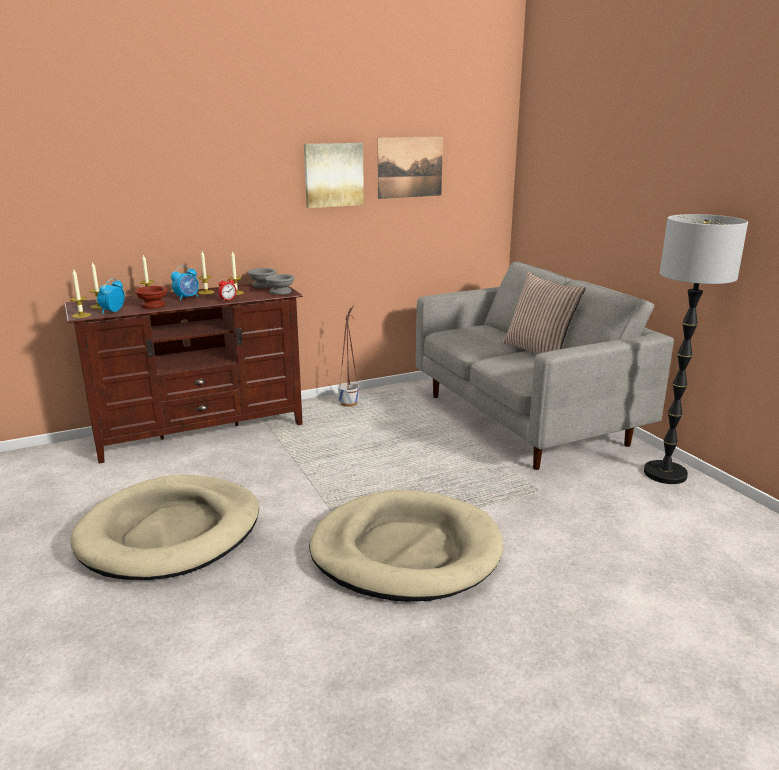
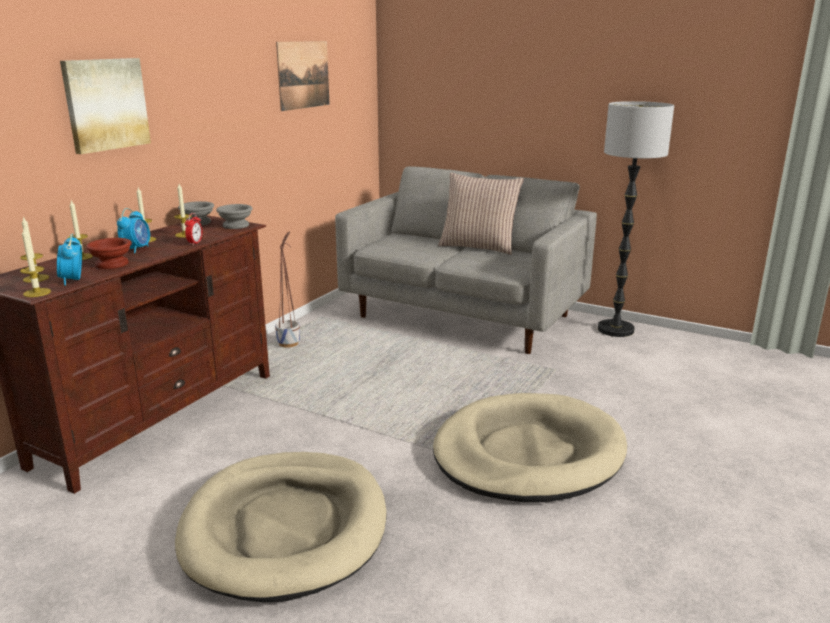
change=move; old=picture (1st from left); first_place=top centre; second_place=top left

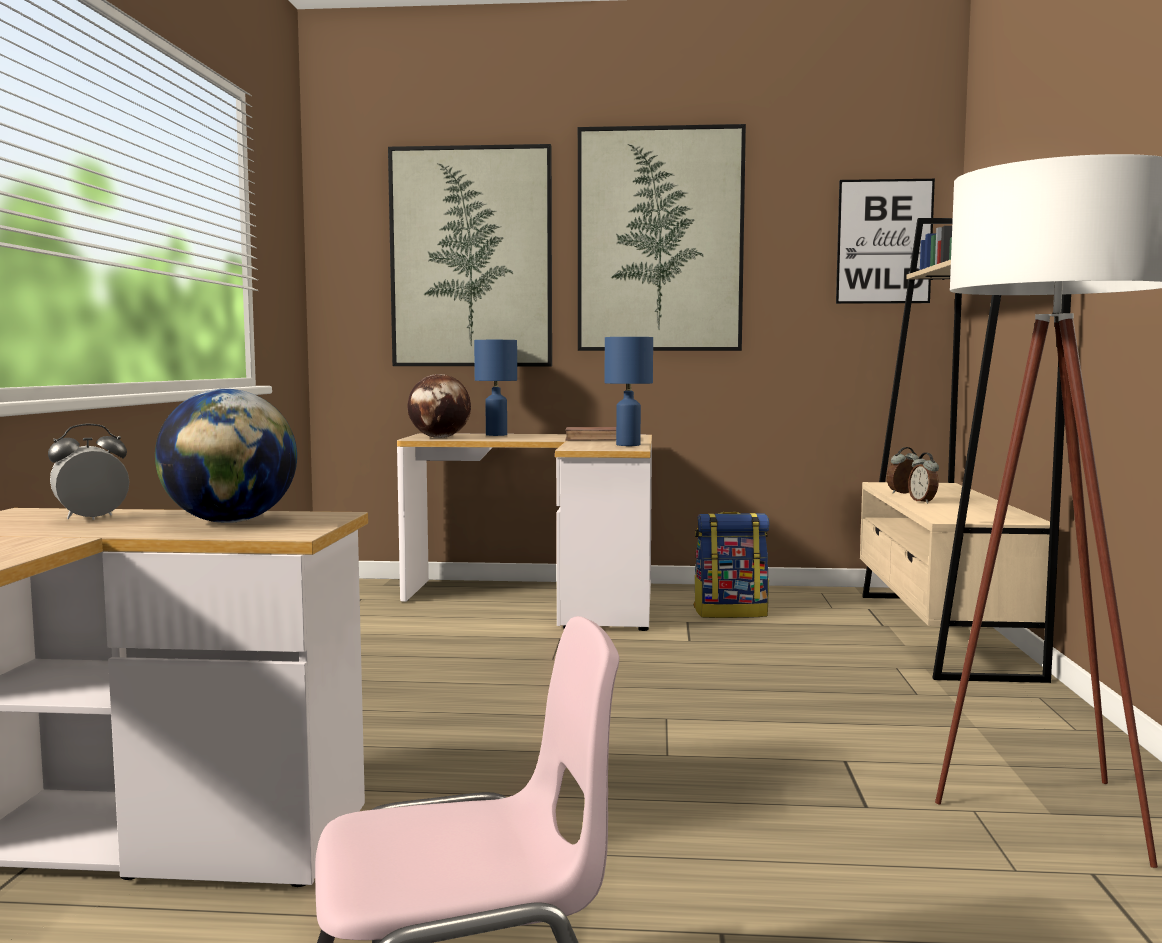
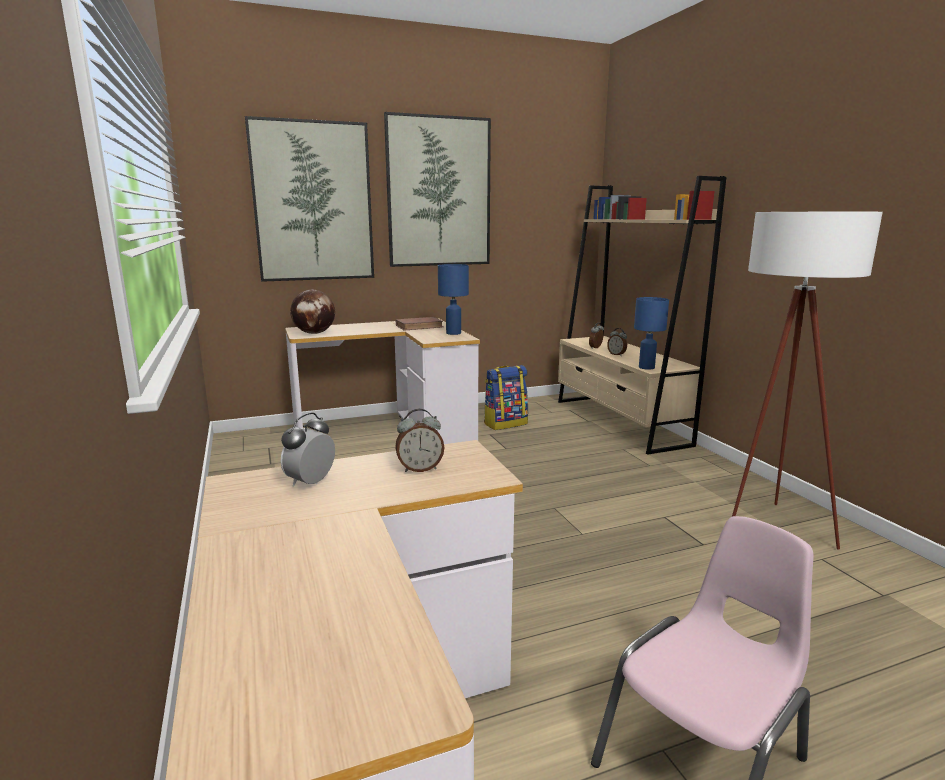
change=replace; old=globe (1st from left); new=alarm clock (2nd from left); first_place=middle left; second_place=centre
change=move; old=blue table lamp (1st from left in the first image); new=blue table lamp (2nd from left); first_place=centre; second_place=middle right
change=delete; old=picture (3rd from left); first_place=top right

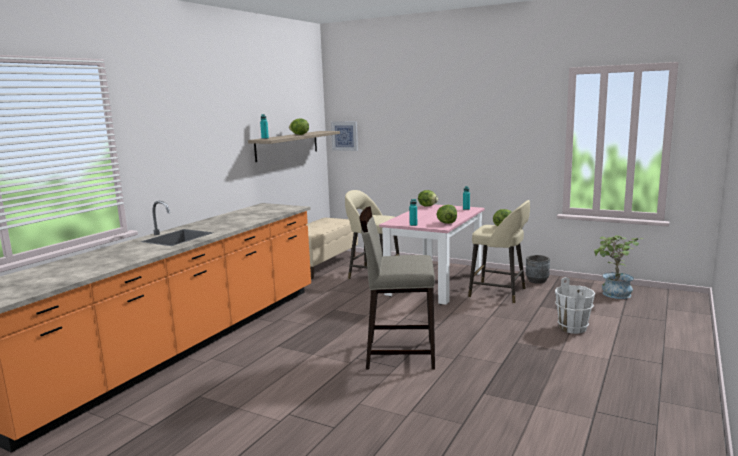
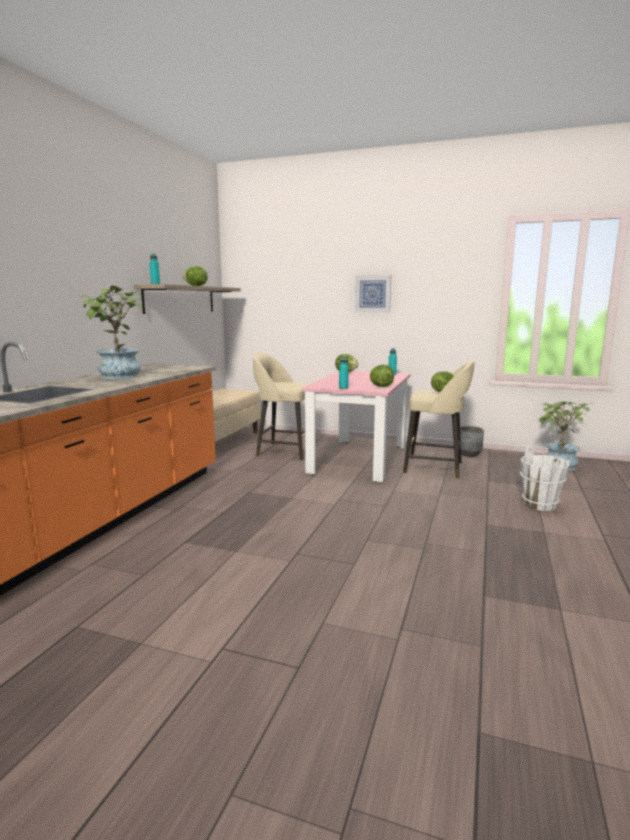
change=move; old=picture; first_place=top centre; second_place=centre
change=delete; old=beige stool (2nd from left); first_place=centre
change=insert; new=potted plant (1st from left); second_place=middle left

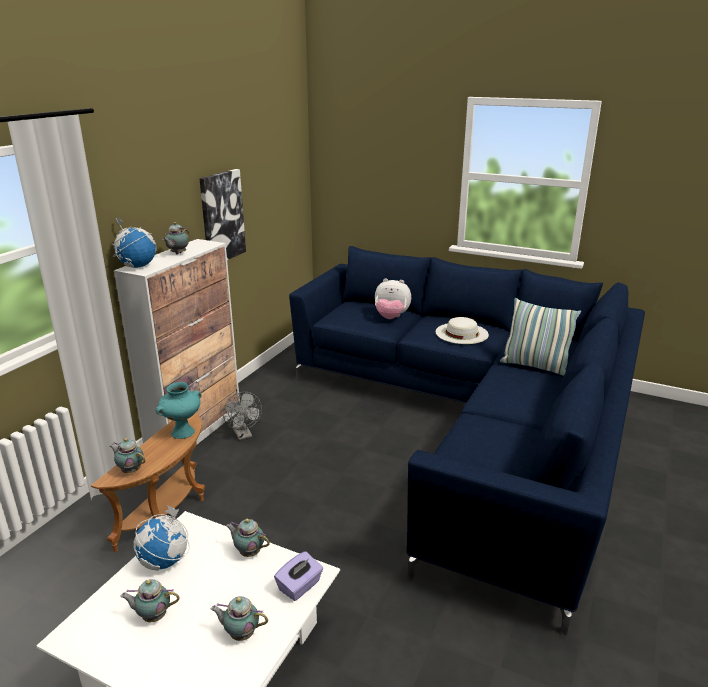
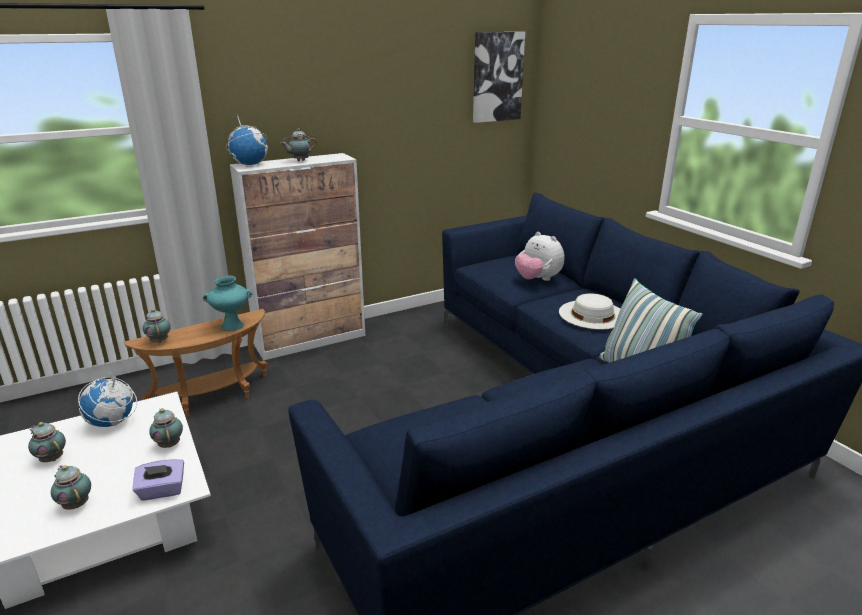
change=move; old=picture; first_place=top left; second_place=top centre
change=delete; old=grey fan; first_place=centre

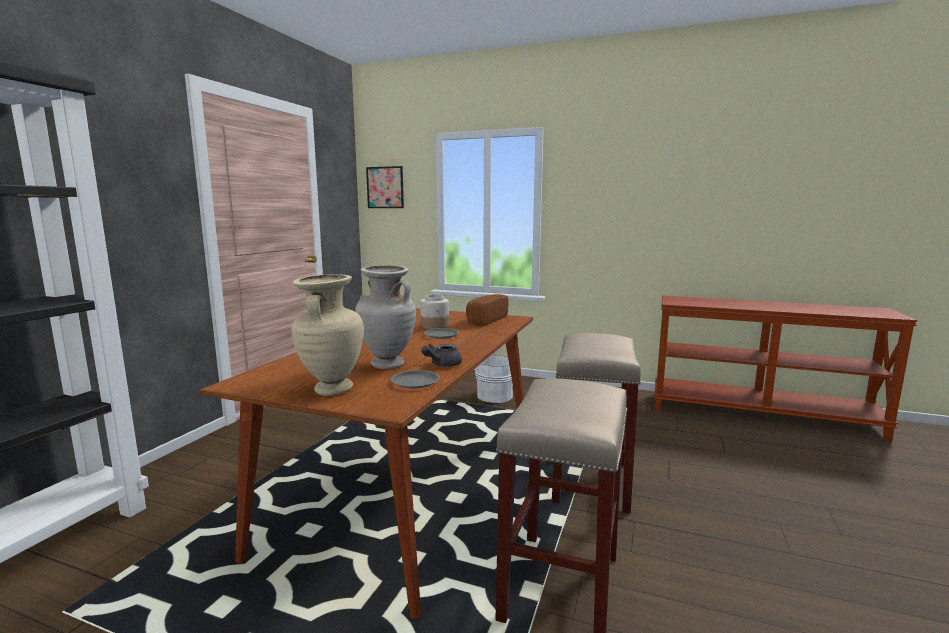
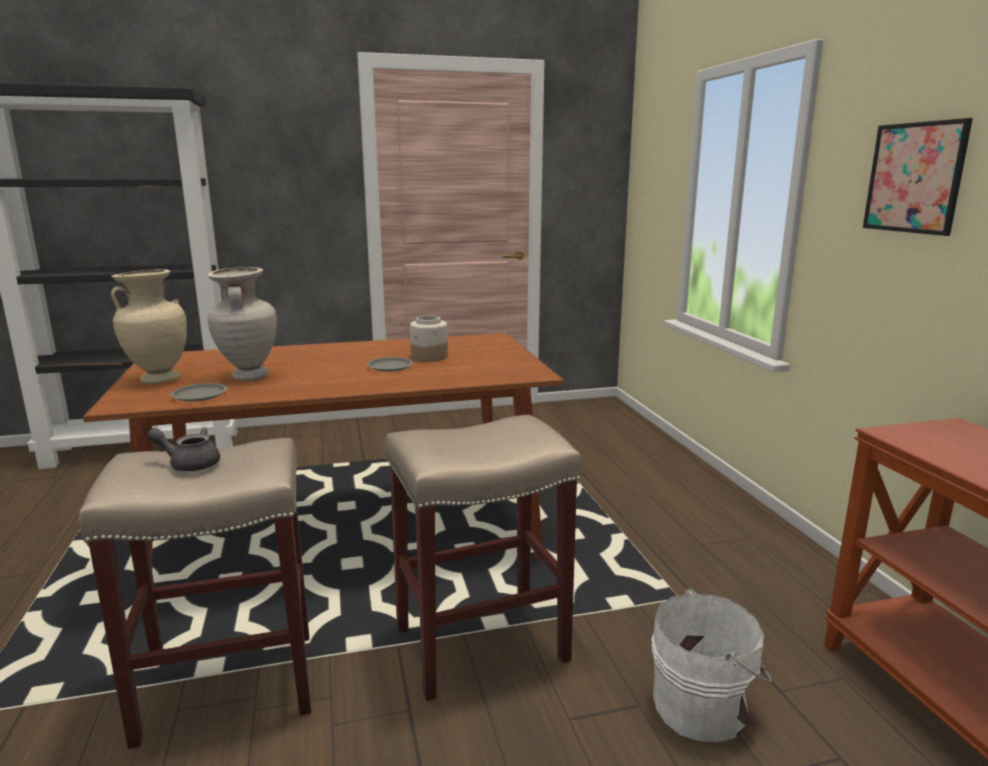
change=move; old=picture; first_place=top centre; second_place=top right
change=move; old=grey teapot; first_place=centre; second_place=middle left
change=delete; old=bread; first_place=centre
change=move; old=white bucket; first_place=centre; second_place=bottom right

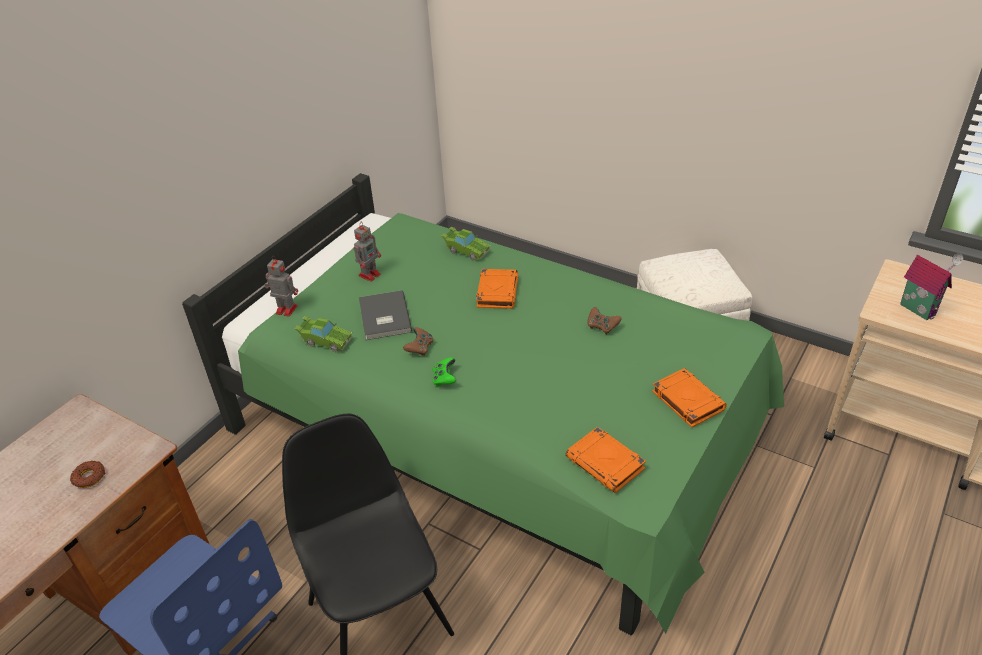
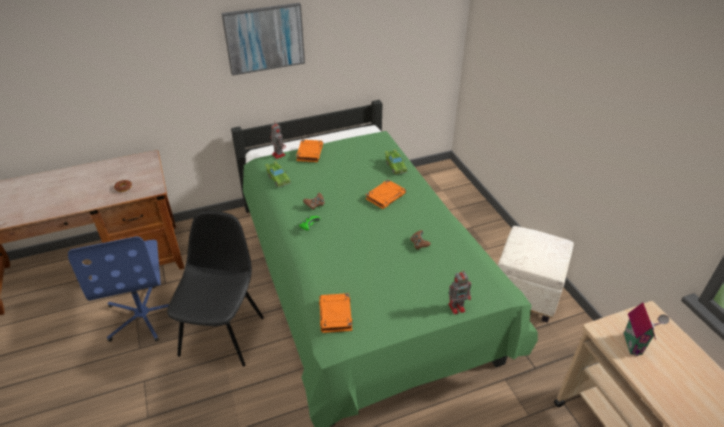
change=move; old=toy robot (2nd from left); first_place=centre; second_place=bottom centre
change=delete; old=grey book; first_place=centre
change=move; old=orange book (3rd from left in the first image); new=orange book (1st from left); first_place=middle right; second_place=centre
change=insert; new=picture; second_place=top centre

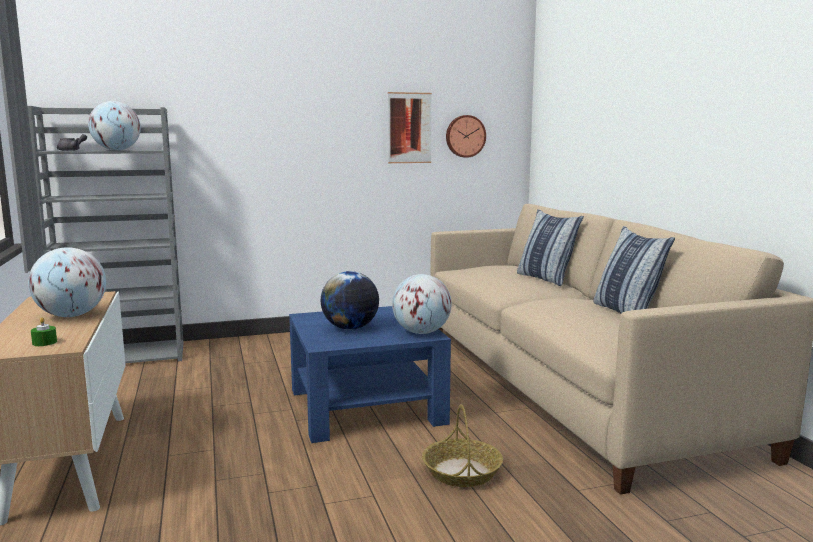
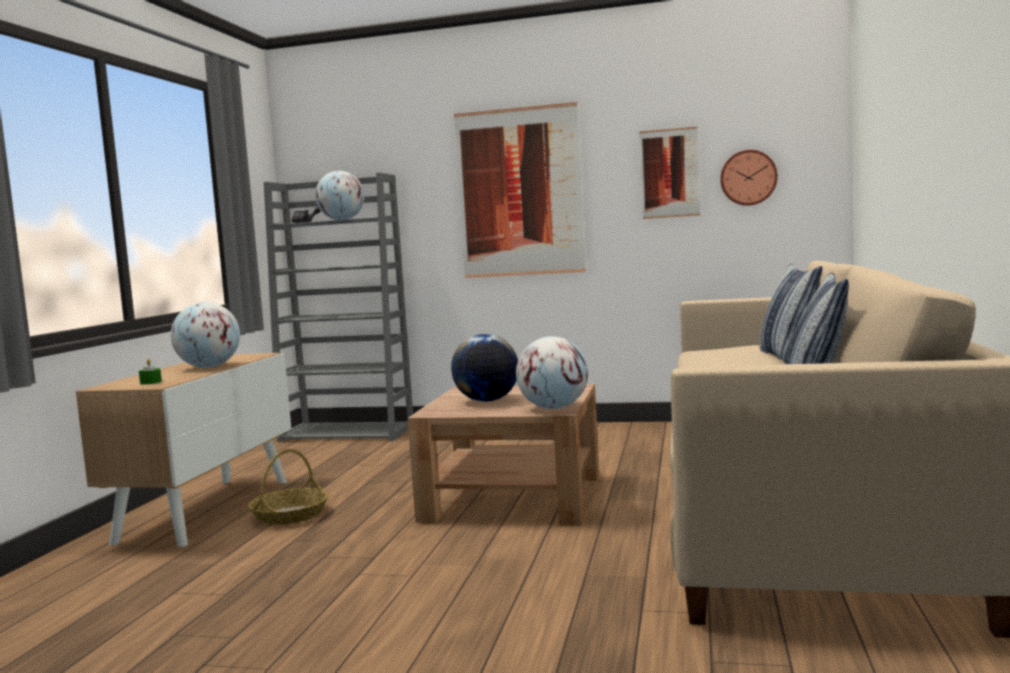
change=recolor; old=blue coffee table; new=brown coffee table; first_place=bottom centre; second_place=bottom centre
change=move; old=basket; first_place=bottom centre; second_place=bottom left
change=insert; new=picture (1st from left); second_place=top centre

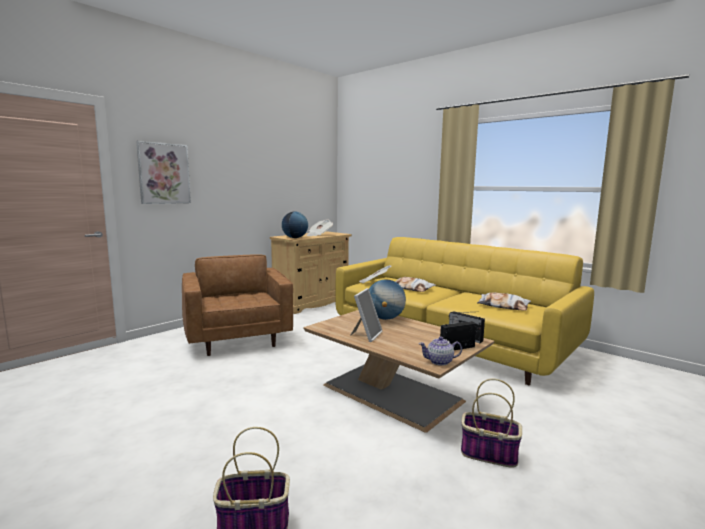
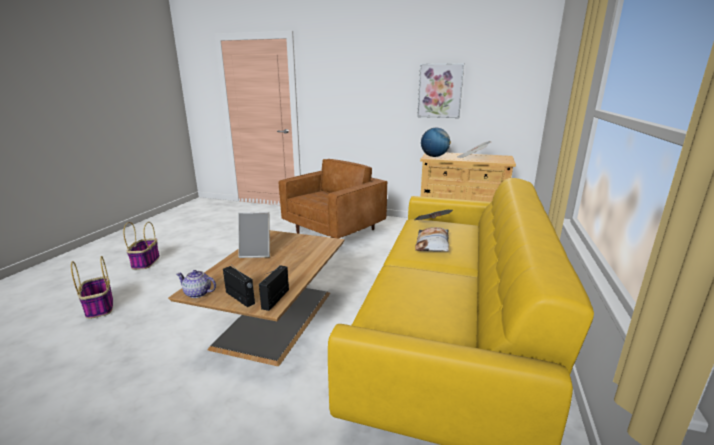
change=move; old=picture; first_place=top left; second_place=top centre
change=delete; old=globe (2nd from left); first_place=centre
change=rotate; old=teapot; first_place=centre; second_place=middle left; degrees=-45
change=move; old=basket (2nd from left); first_place=bottom right; second_place=middle left
change=delete; old=pillow (2nd from left); first_place=middle right

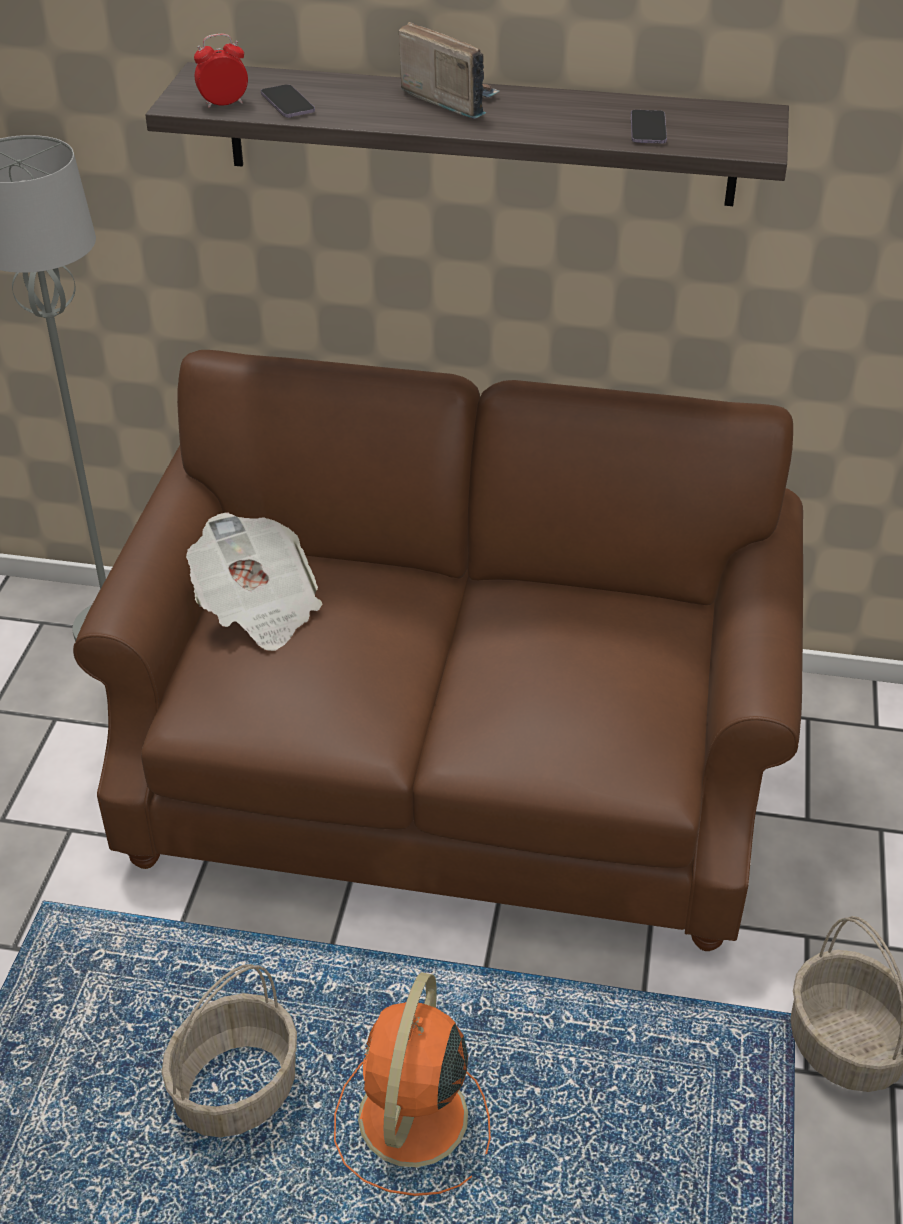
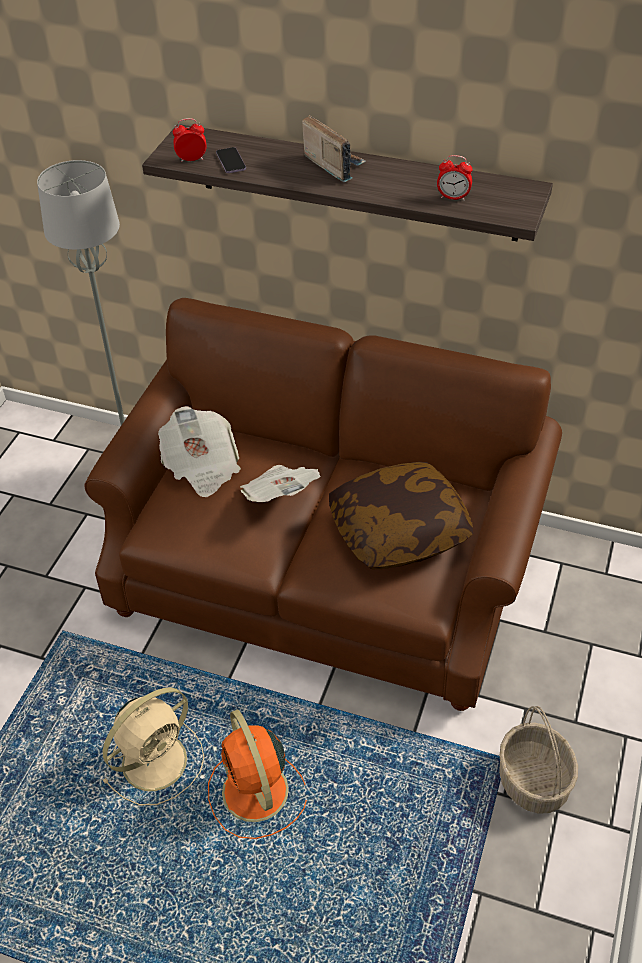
change=replace; old=basket (1st from left); new=beige fan; first_place=bottom left; second_place=bottom left
change=rotate; old=orange fan; first_place=bottom centre; second_place=bottom centre; degrees=-45
change=replace; old=phone (2nd from left); new=alarm clock (2nd from left); first_place=top right; second_place=top right
change=insert; new=newspaper (2nd from left); second_place=centre
change=insert; new=pillow; second_place=centre

